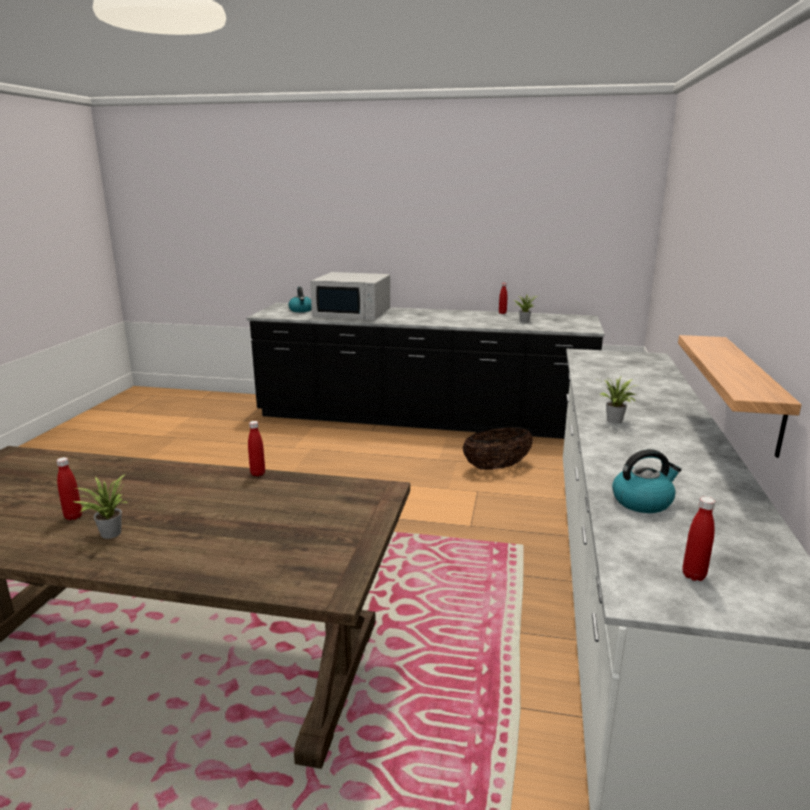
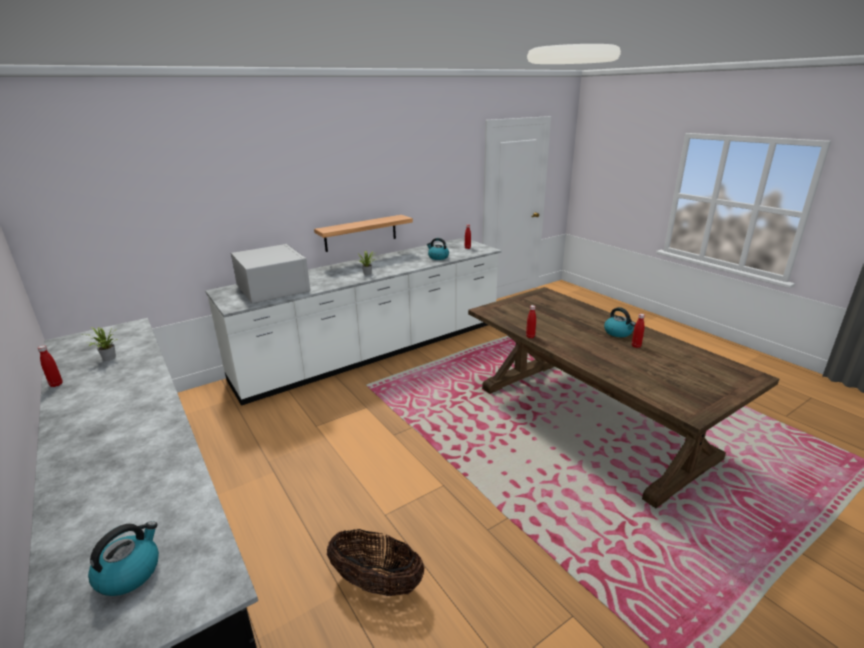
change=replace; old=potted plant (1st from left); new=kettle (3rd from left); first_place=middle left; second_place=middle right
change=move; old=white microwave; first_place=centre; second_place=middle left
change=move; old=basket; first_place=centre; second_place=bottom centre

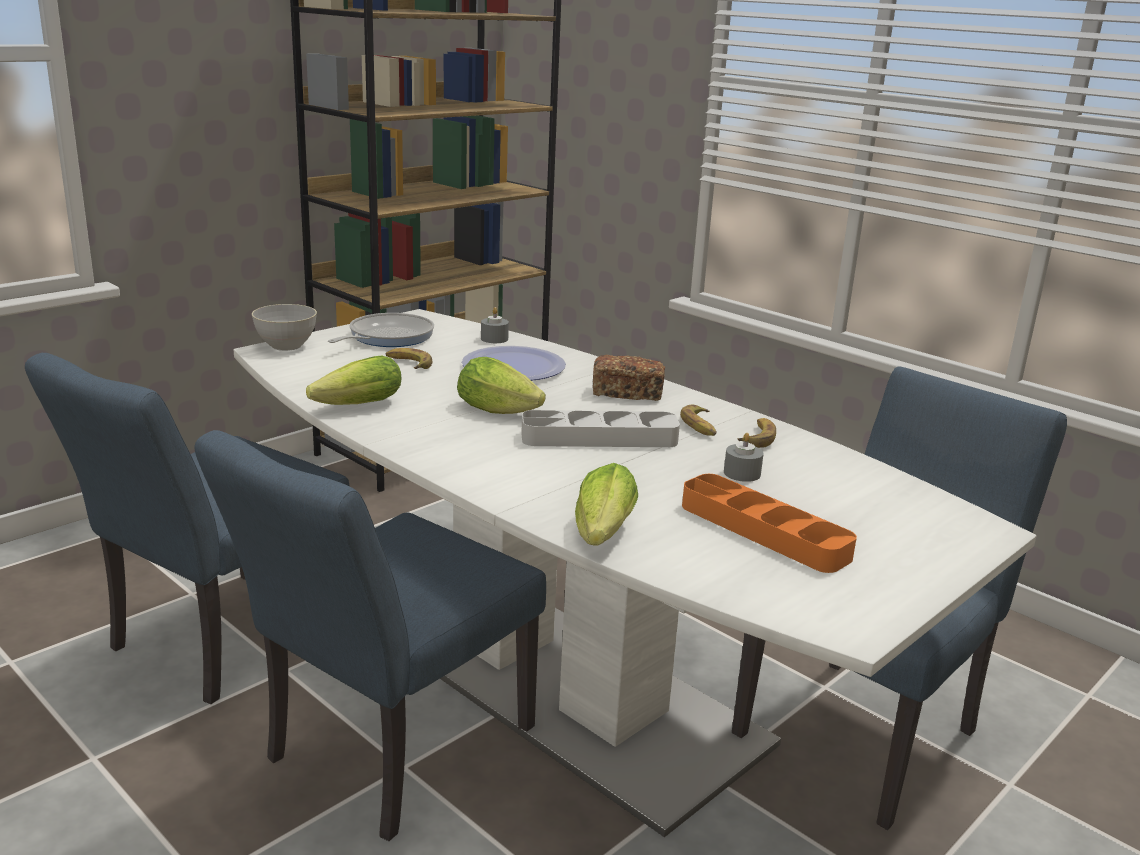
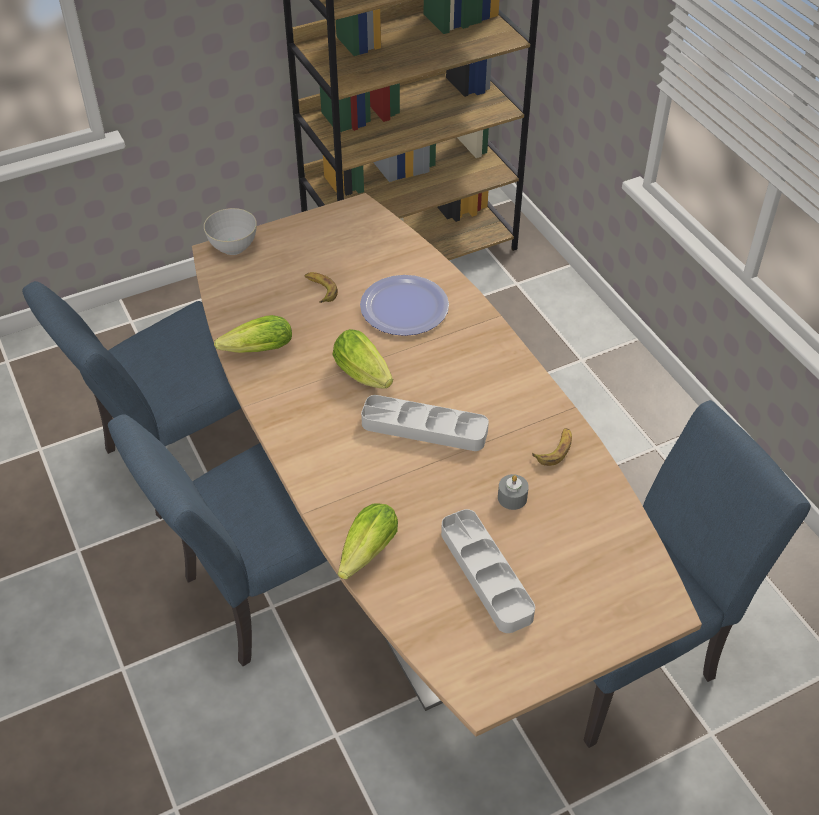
change=recolor; old=white dining table; new=brown dining table; first_place=bottom centre; second_place=centre
change=delete; old=frying pan; first_place=centre
change=delete; old=grey candle (1st from left); first_place=centre
change=delete; old=bread; first_place=centre
change=delete; old=banana (2nd from left); first_place=centre
change=recolor; old=orange tray; new=grey tray (2nd from left); first_place=middle right; second_place=bottom centre

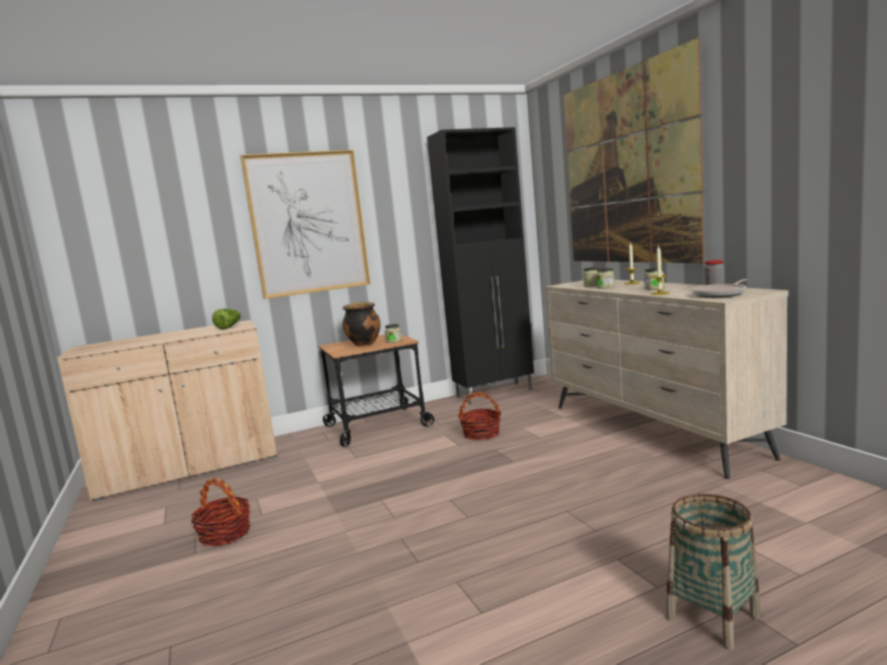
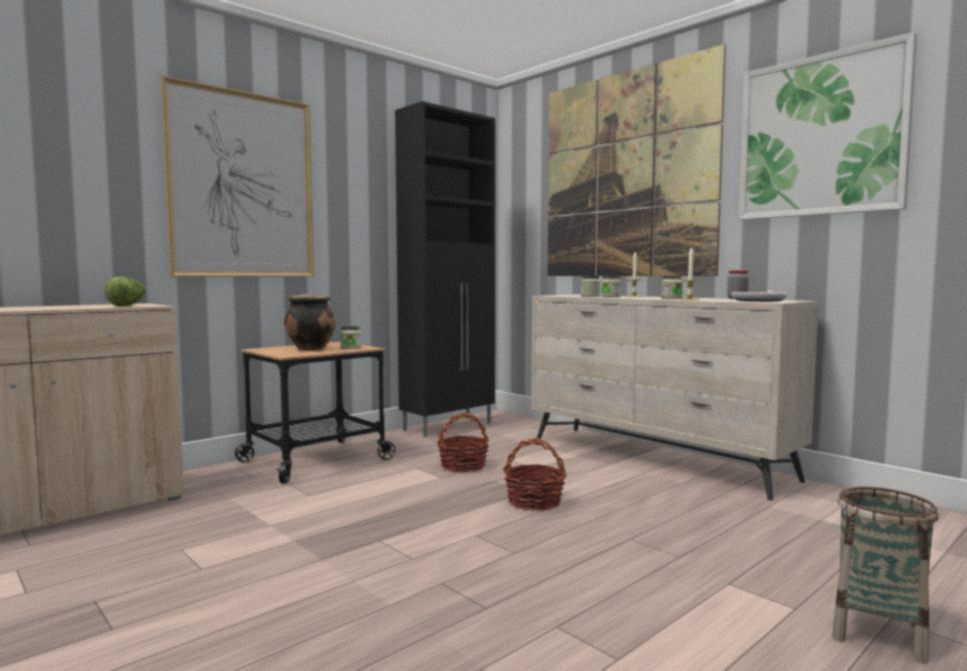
change=move; old=basket (1st from left in the first image); new=basket (2nd from left); first_place=bottom left; second_place=bottom centre
change=insert; new=picture (3rd from left); second_place=top right

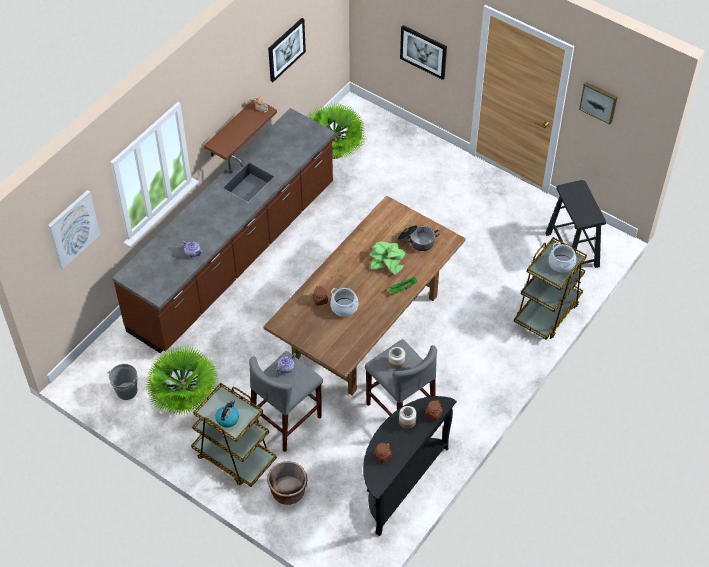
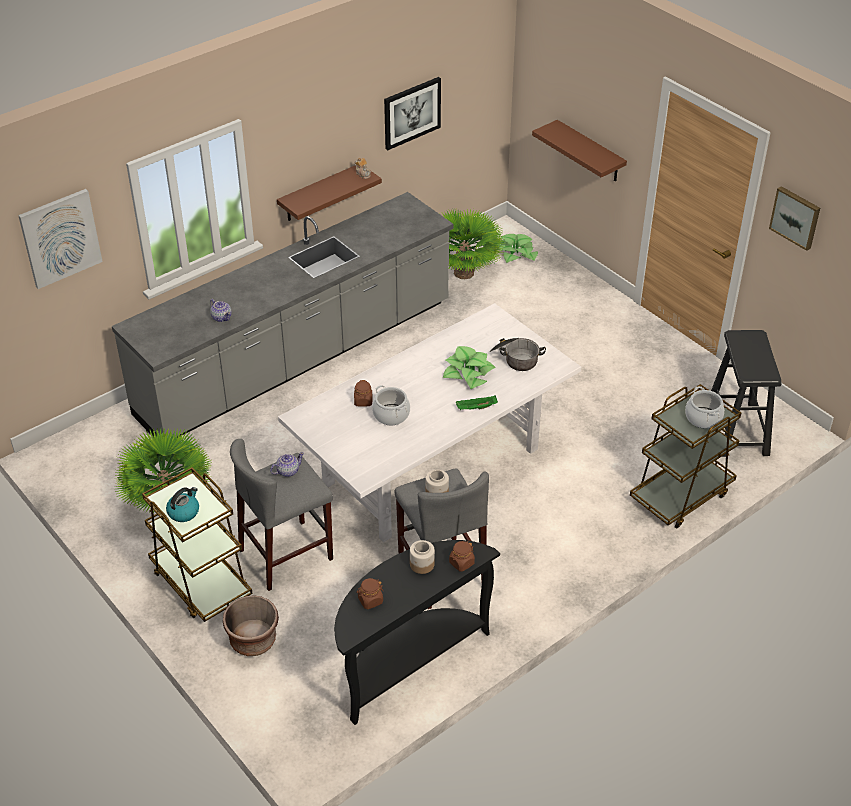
change=delete; old=grey bucket; first_place=bottom left
change=recolor; old=brown counter; new=grey counter; first_place=middle left; second_place=middle left
change=recolor; old=brown dining table; new=white dining table; first_place=centre; second_place=centre
change=replace; old=picture (3rd from left); new=brown shelf (2nd from left); first_place=top centre; second_place=top right
change=insert; new=potted plant (4th from left); second_place=top centre

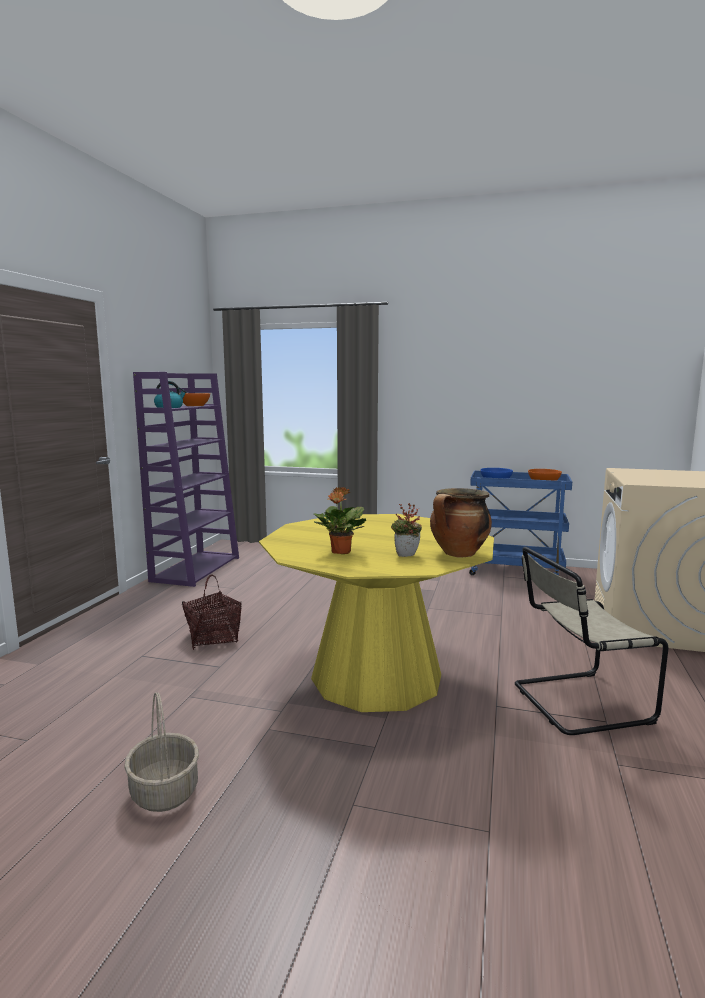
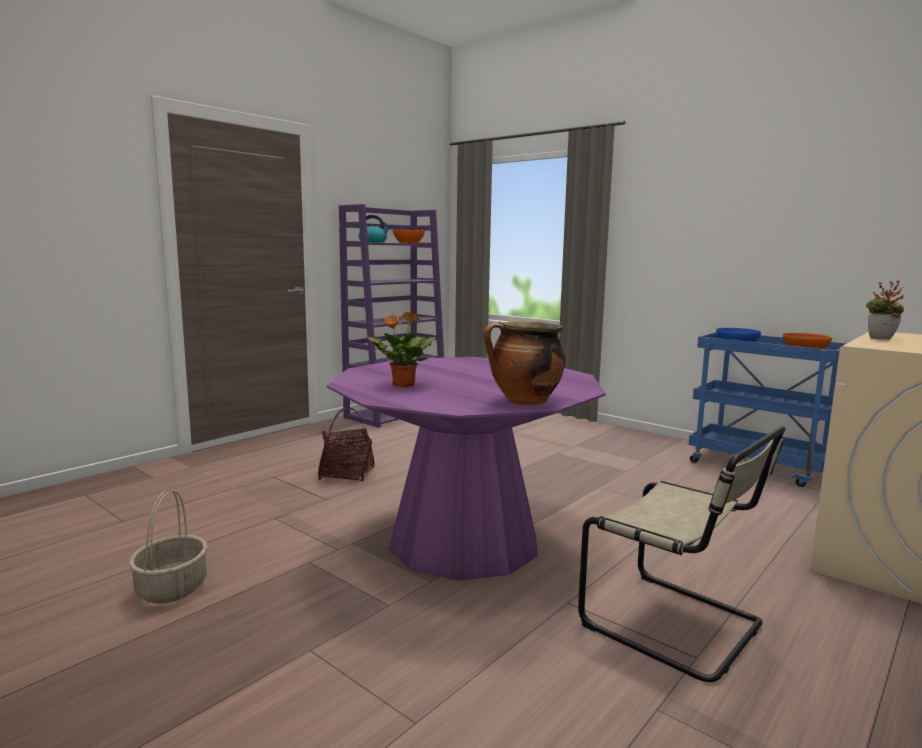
change=recolor; old=yellow dining table; new=purple dining table; first_place=centre; second_place=centre
change=move; old=potted plant (2nd from left); first_place=centre; second_place=middle right
change=rotate; old=beige chair; first_place=middle right; second_place=bottom right; degrees=-150

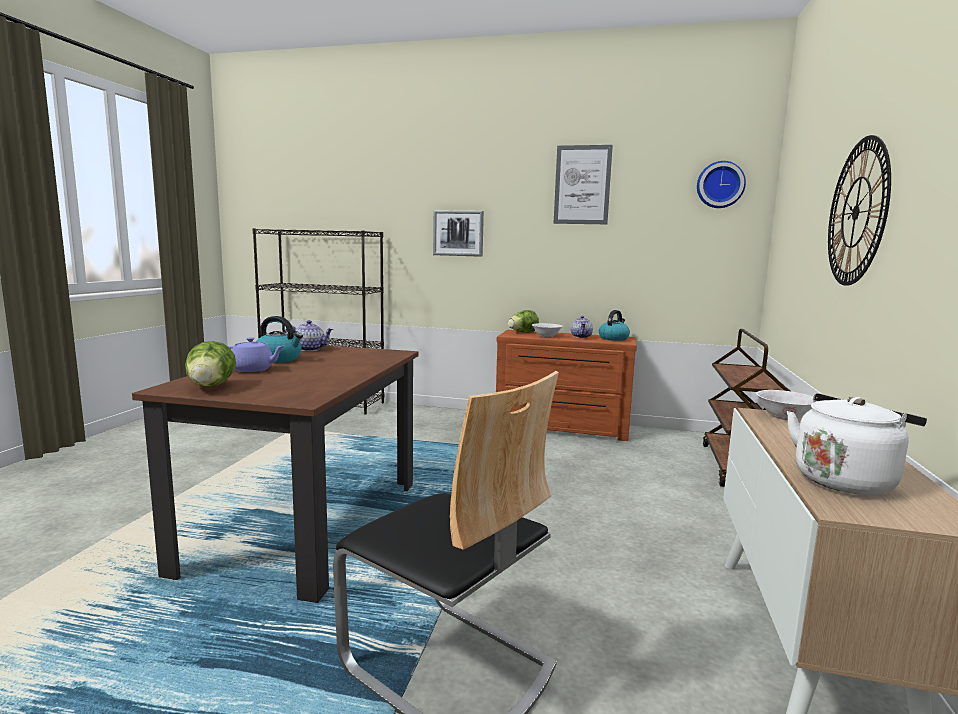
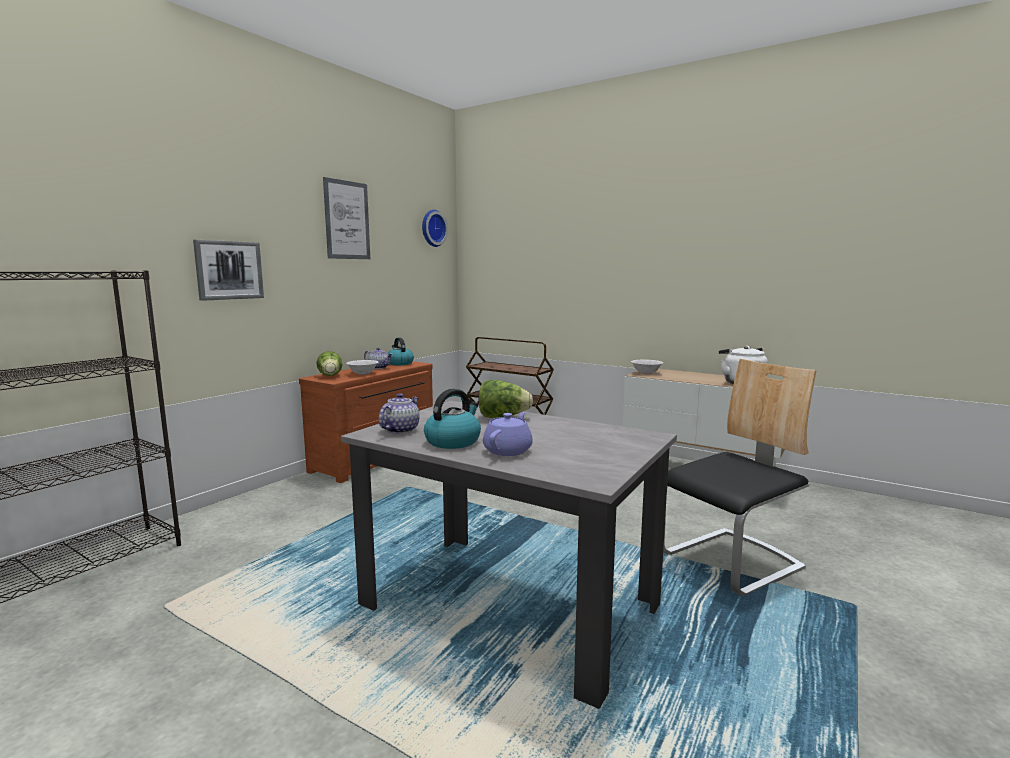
change=recolor; old=brown dining table; new=grey dining table; first_place=middle left; second_place=bottom centre
change=move; old=lettuce (1st from left in the first image); new=lettuce (2nd from left); first_place=middle left; second_place=centre
change=delete; old=wall clock (2nd from left); first_place=top right

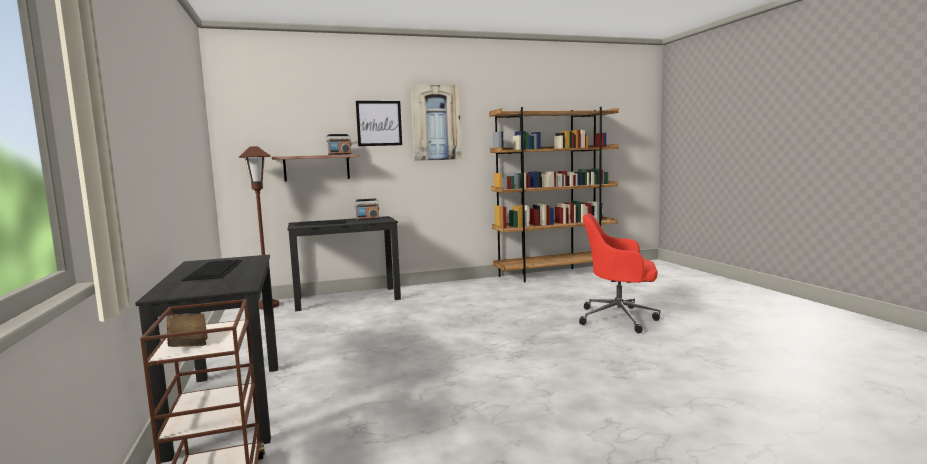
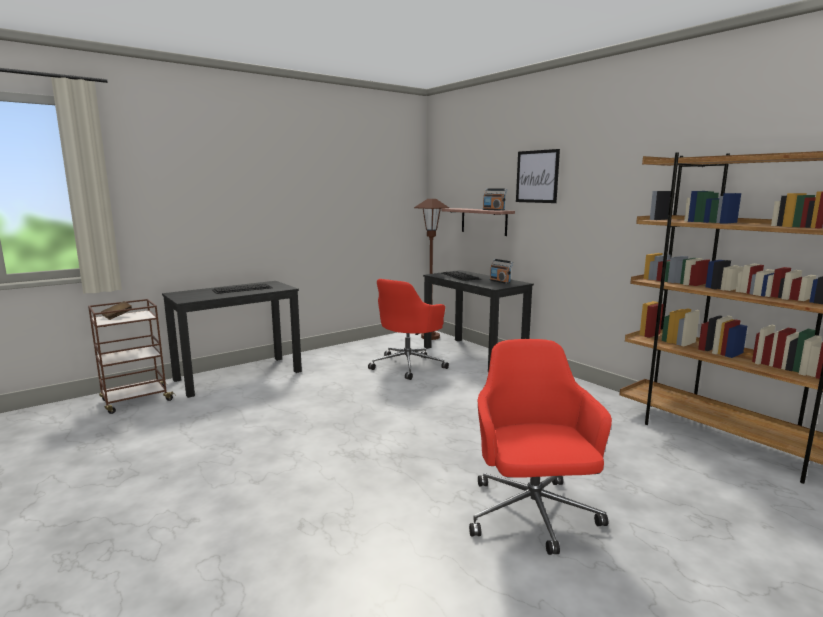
change=delete; old=picture (2nd from left); first_place=top centre
change=insert; new=red office chair (1st from left); second_place=centre

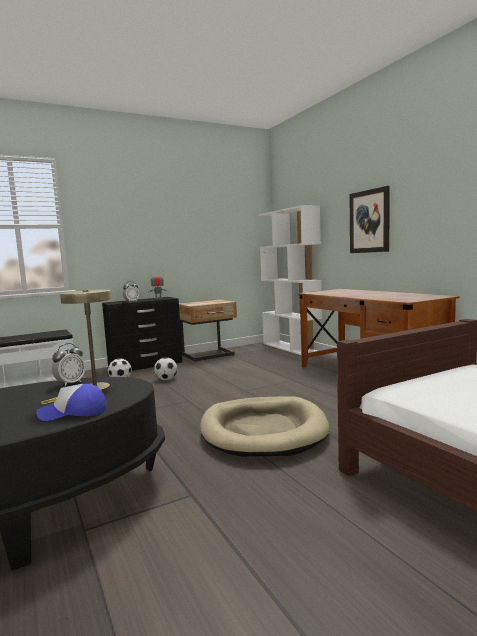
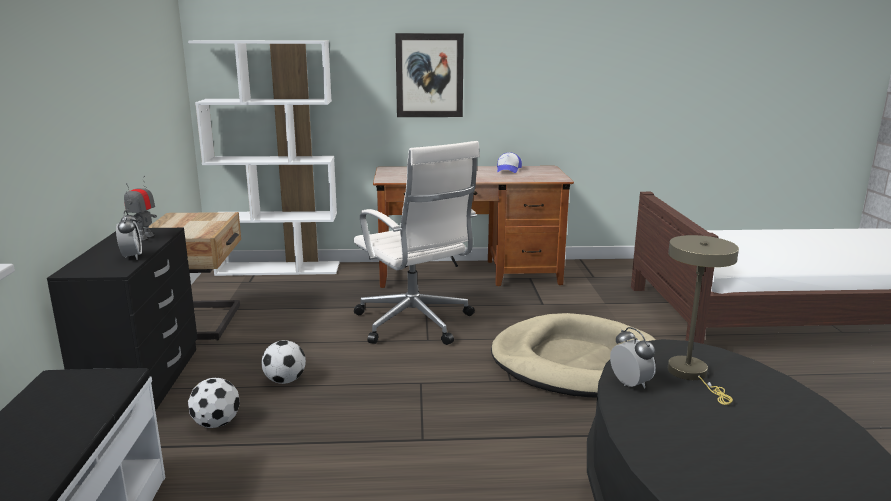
change=move; old=cap; first_place=middle left; second_place=top centre
change=insert; new=white office chair; second_place=centre

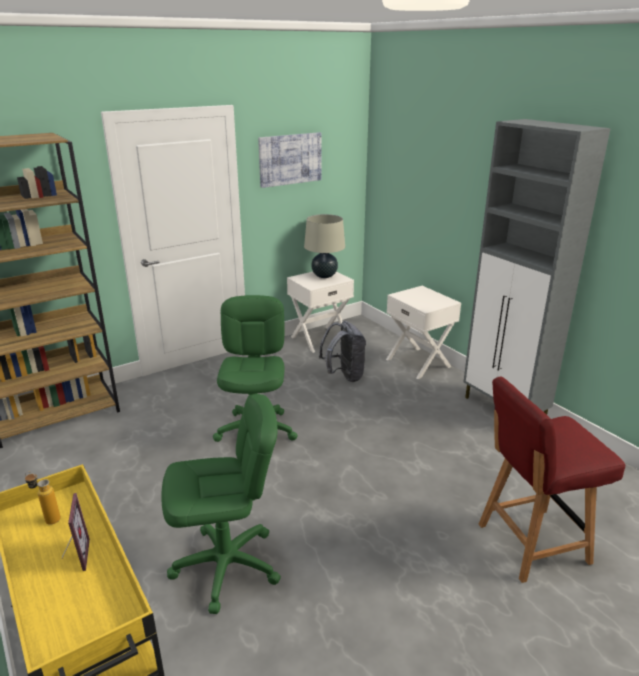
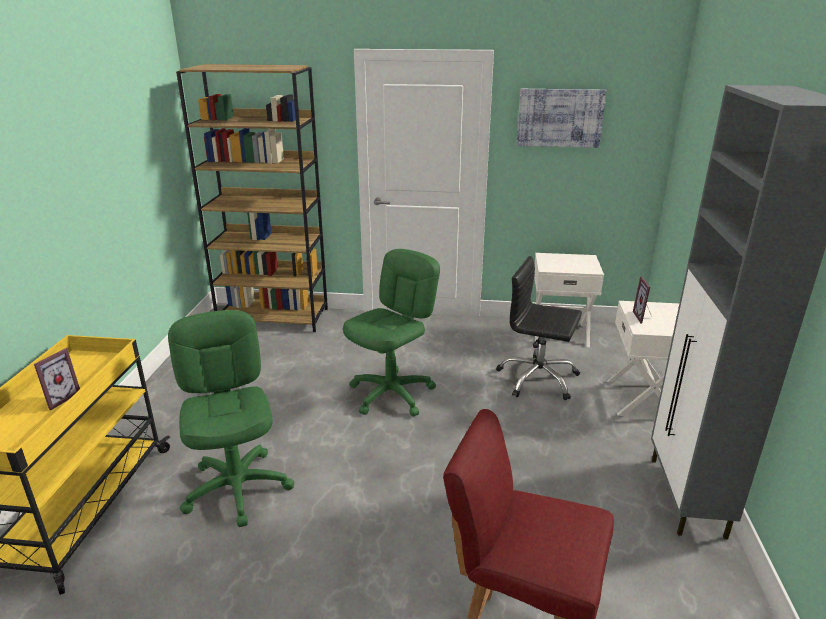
change=delete; old=bottle; first_place=bottom left
change=rotate; old=green office chair (1st from left); first_place=bottom centre; second_place=bottom left; degrees=-135
change=delete; old=beige table lamp; first_place=centre
change=replace; old=grey backpack; new=black office chair; first_place=centre; second_place=centre
change=insert; new=picture frame (2nd from left); second_place=middle right

